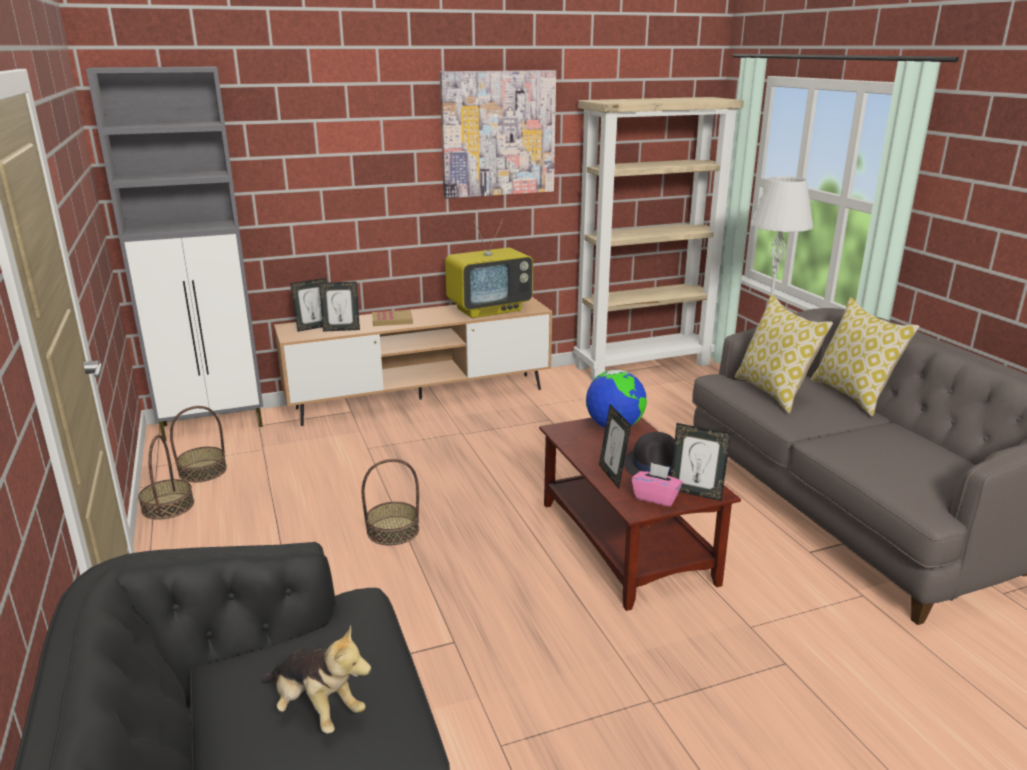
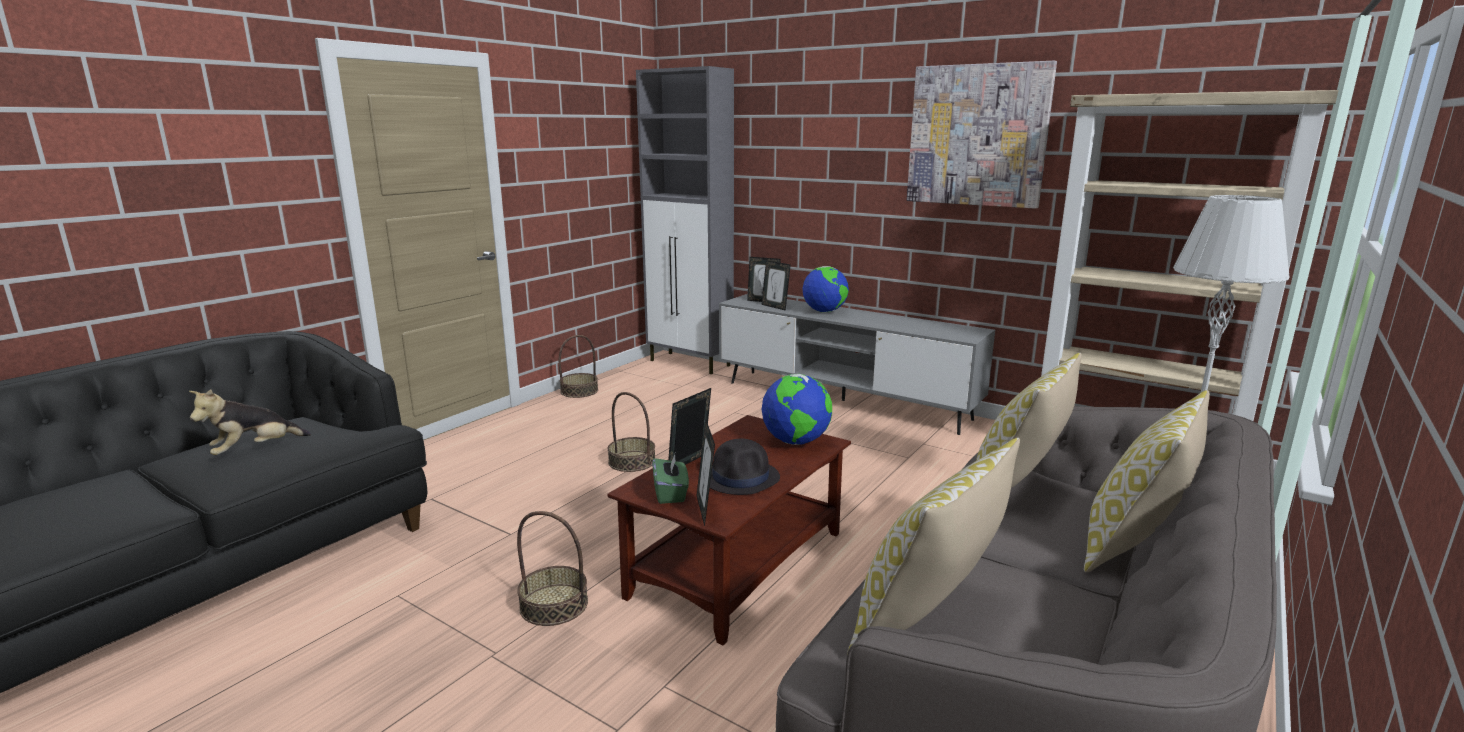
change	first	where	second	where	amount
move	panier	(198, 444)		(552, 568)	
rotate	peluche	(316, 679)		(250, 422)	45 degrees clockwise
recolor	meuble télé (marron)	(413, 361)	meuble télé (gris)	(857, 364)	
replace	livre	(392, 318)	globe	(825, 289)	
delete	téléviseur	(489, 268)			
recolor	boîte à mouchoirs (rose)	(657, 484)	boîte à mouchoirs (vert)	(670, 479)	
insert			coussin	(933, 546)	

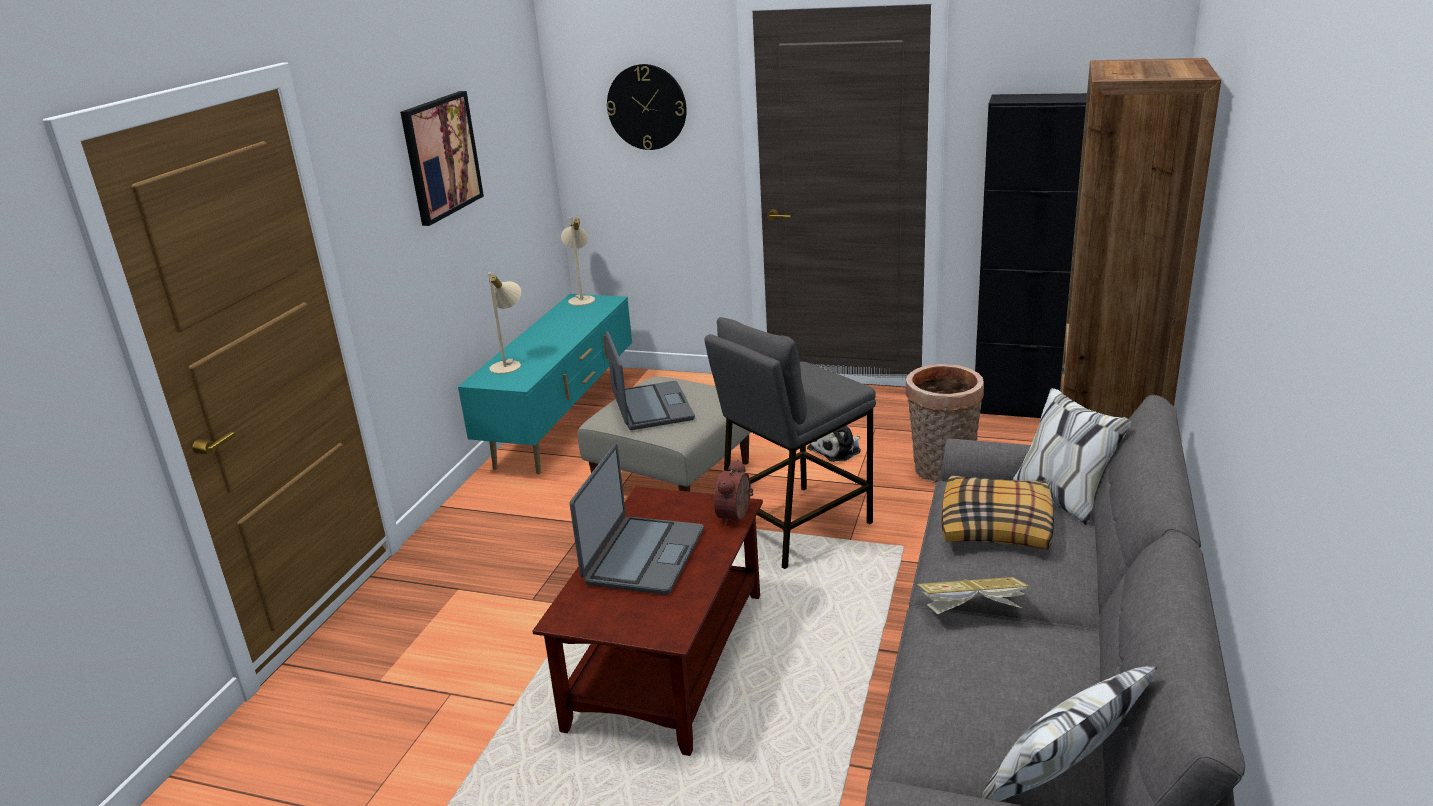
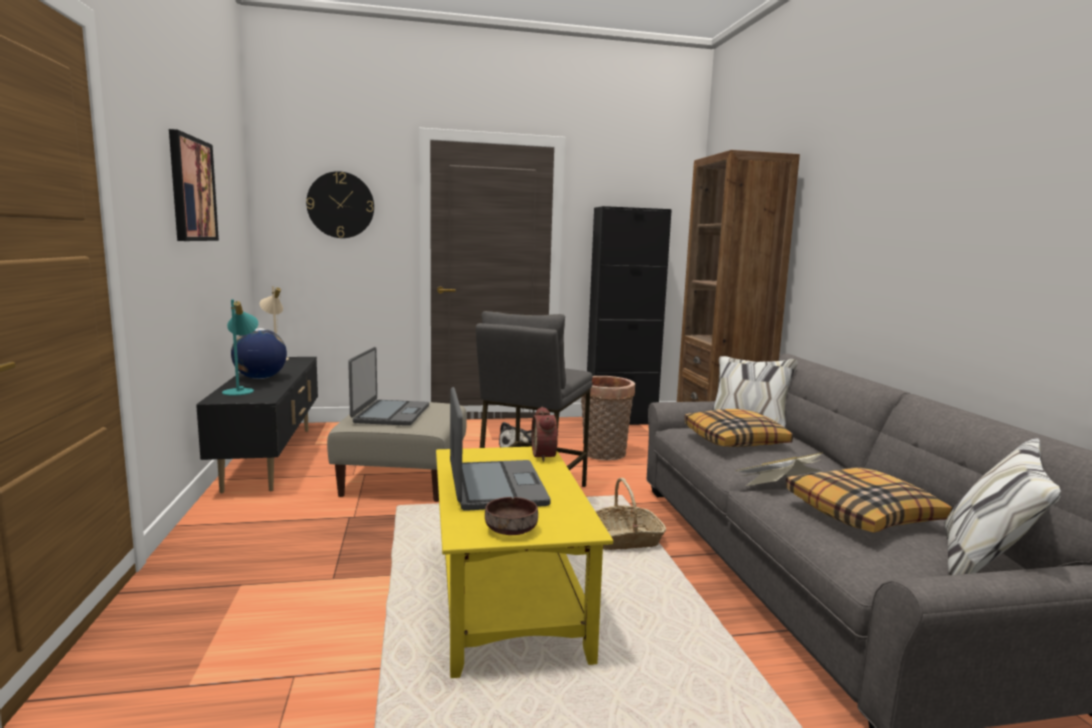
change	first	where	second	where	amount
recolor	meuble télé (turquoise)	(545, 384)	meuble télé (noir)	(257, 425)	
recolor	lampe de table (beige)	(504, 323)	lampe de table (turquoise)	(240, 347)	
recolor	table basse (marron)	(648, 621)	table basse (jaune)	(524, 562)	
rotate	ordinateur portable	(650, 380)		(388, 386)	45 degrees clockwise
insert			globe	(259, 353)	
insert			bol (marron)	(511, 516)	
insert			panier	(630, 514)	
insert			coussin	(869, 500)	

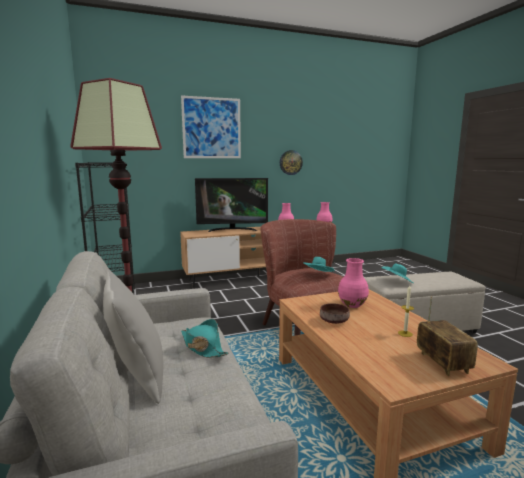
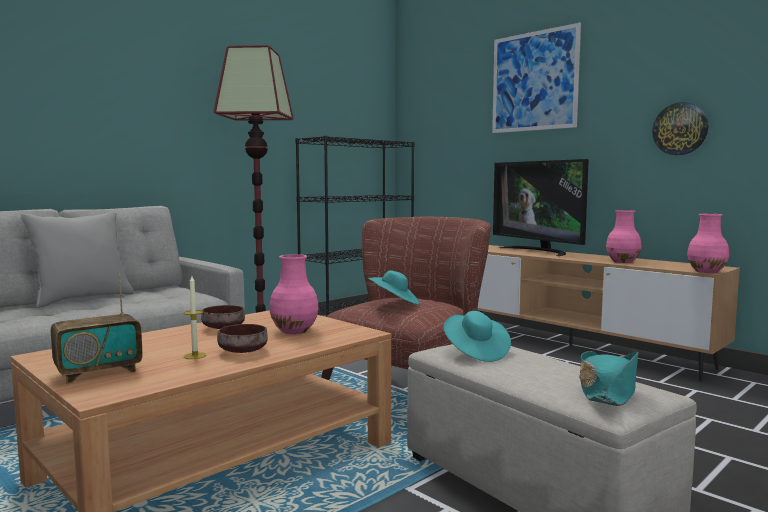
change	first	where	second	where	amount
move	chapeau (turquoise)	(205, 338)		(608, 378)	
insert			bol (marron)	(242, 338)	

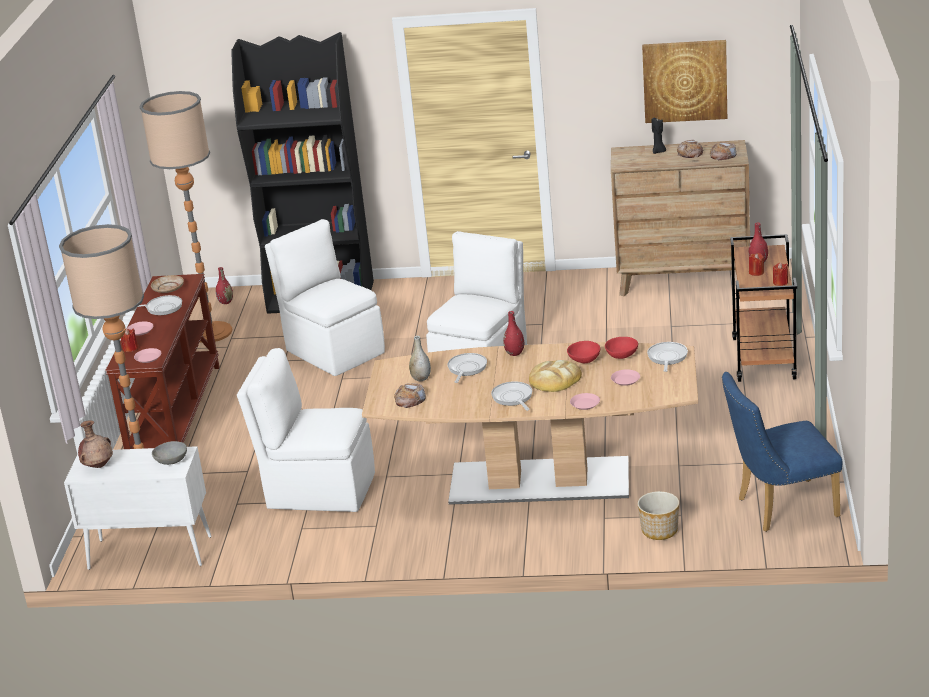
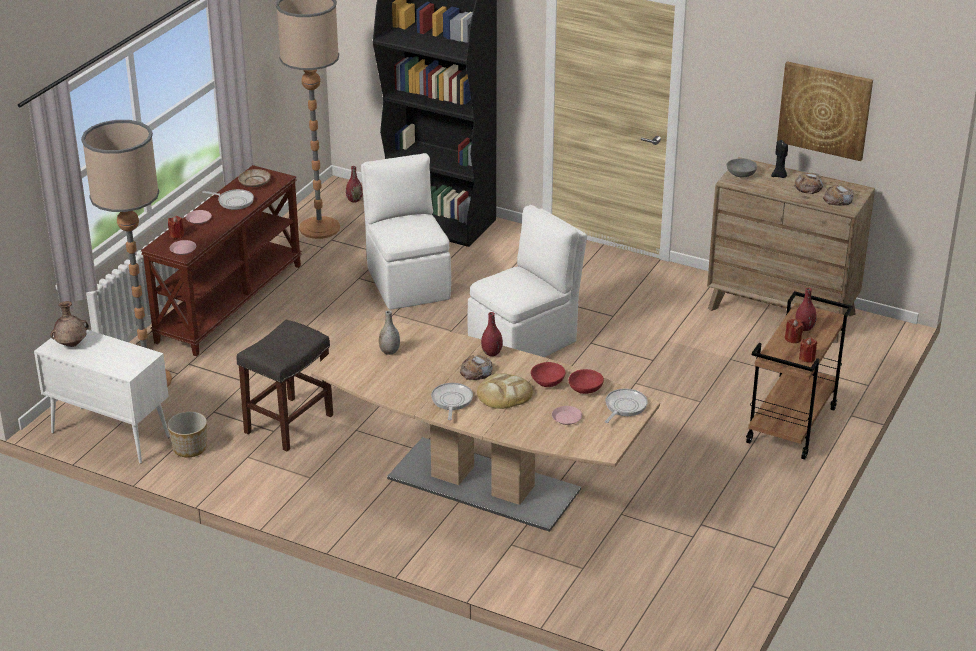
change	first	where	second	where	amount
move	bol (gris)	(169, 453)		(742, 168)	
replace	chaise (blanc)	(306, 430)	tabouret (gris)	(284, 385)	
move	pain	(410, 395)		(476, 367)	
delete	poêle	(467, 368)			
delete	assiette (rose)	(585, 401)			
move	cache-pot	(658, 515)		(187, 434)	
delete	chaise (bleu)	(782, 452)			

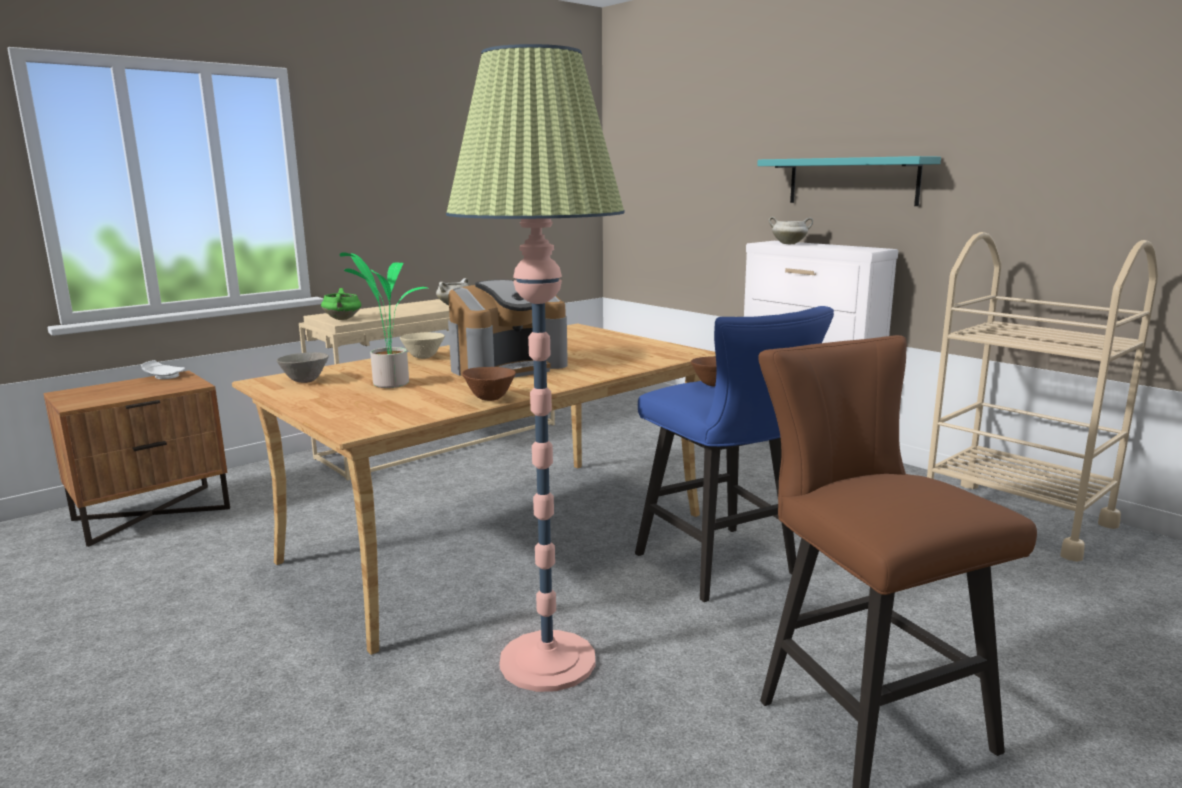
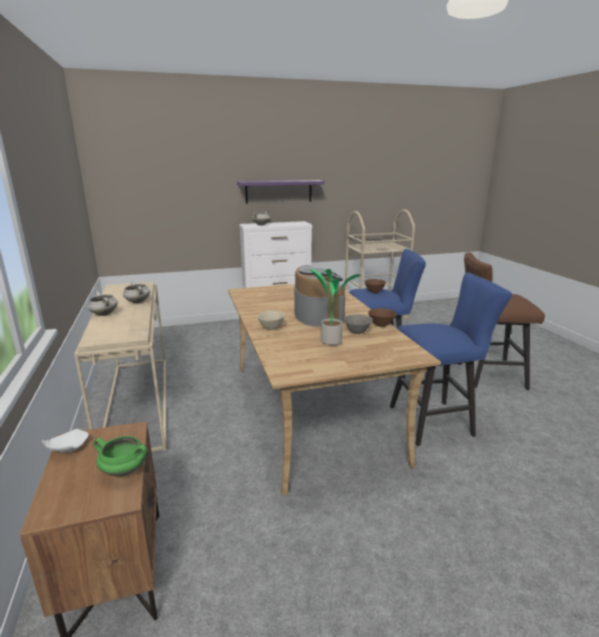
change	first	where	second	where	amount
move	bol (gris)	(302, 367)		(358, 324)	
move	marmite (vert)	(341, 304)		(120, 456)	
replace	lampadaire	(535, 368)	tabouret (bleu)	(451, 359)	
recolor	étagère (turquoise)	(849, 181)	étagère (violet)	(281, 192)	
insert			marmite (blanc)	(102, 303)	

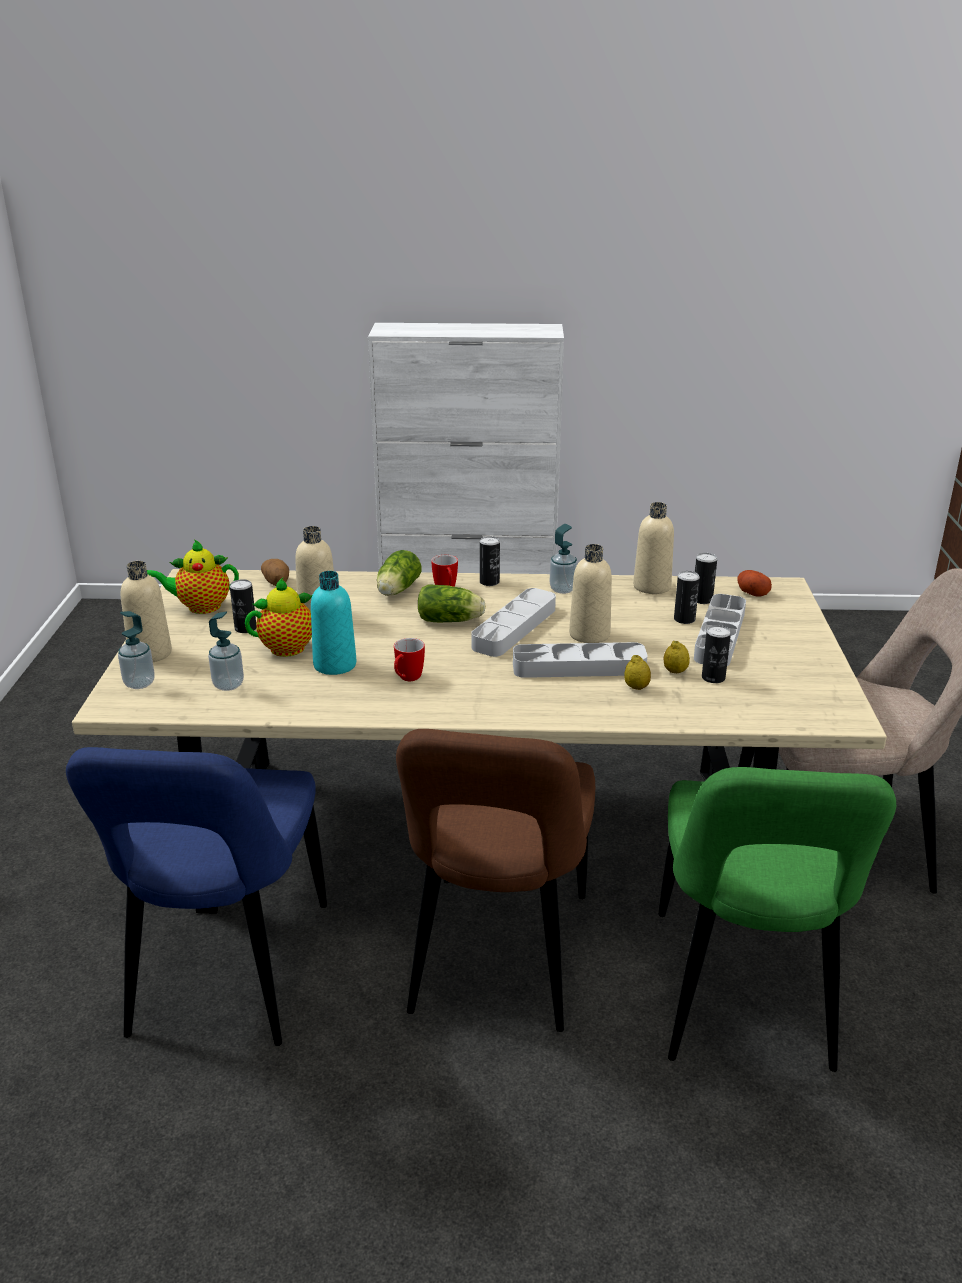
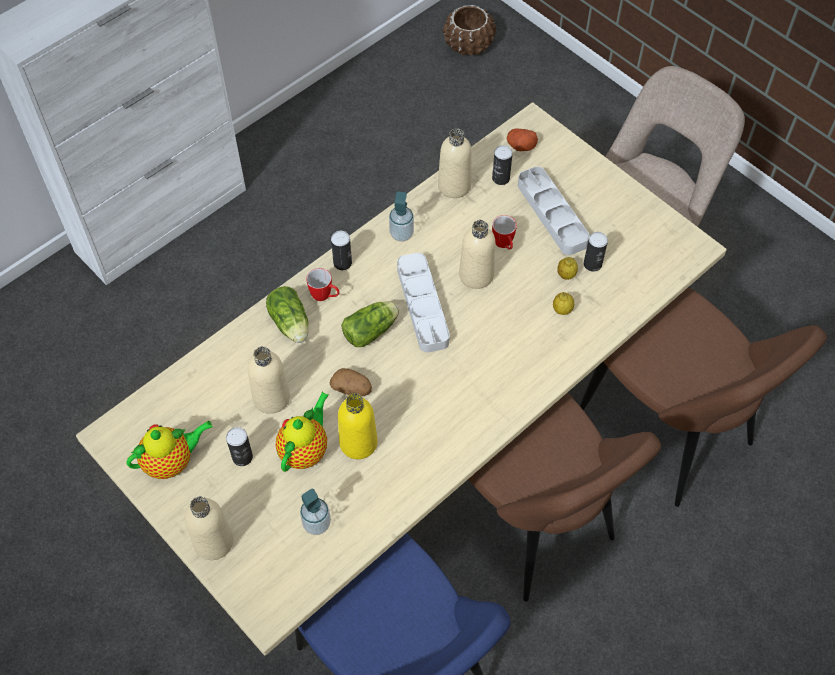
change	first	where	second	where	amount
delete	distributeur de savon	(136, 650)			
rotate	théière	(193, 576)		(170, 450)	150 degrees counterclockwise
move	pomme de terre	(275, 572)		(351, 382)	
recolor	bouteille (turquoise)	(333, 623)	bouteille (jaune)	(358, 426)	
move	mug	(409, 659)		(504, 232)	
delete	plateau (gris)	(580, 660)			
recolor	chaise (vert)	(777, 919)	chaise (marron)	(703, 397)	
delete	boîte métallique	(687, 597)			
insert			cache-pot (marron)	(469, 30)	

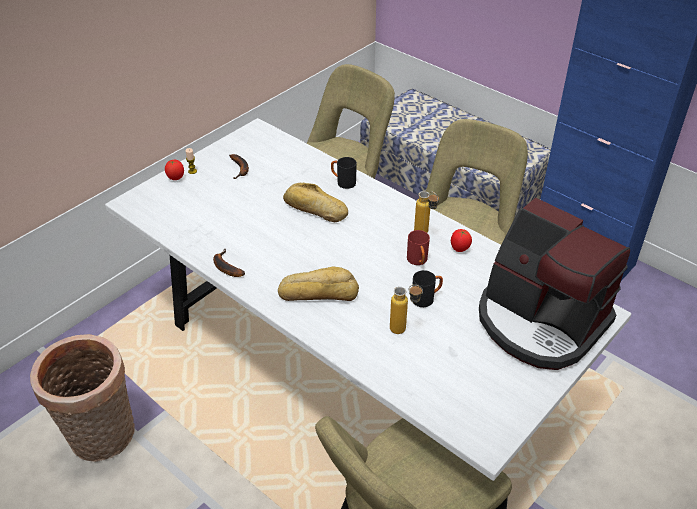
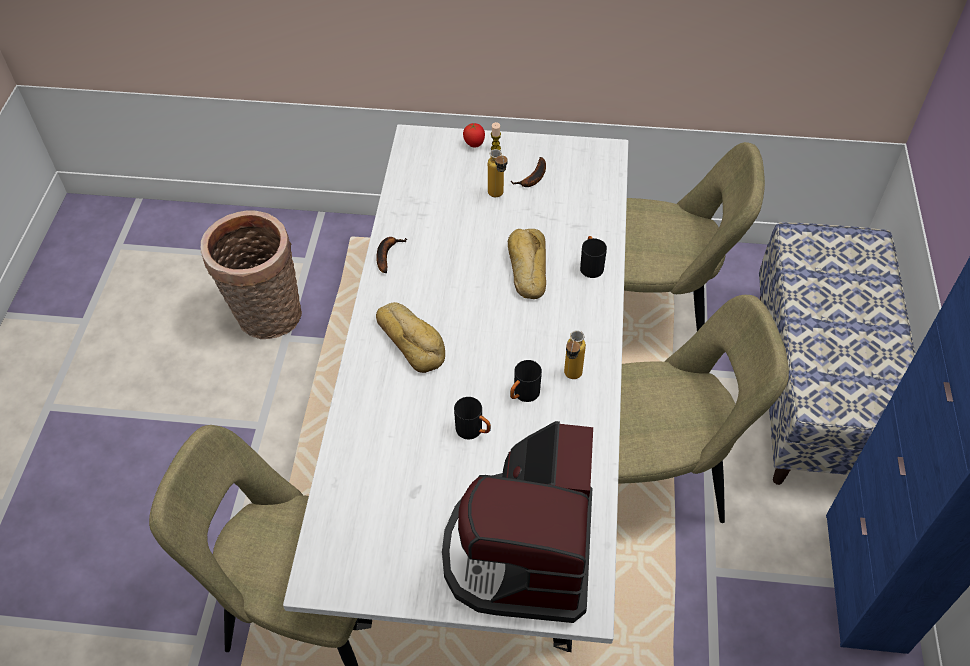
change	first	where	second	where	amount
move	bouteille	(406, 309)		(497, 173)	
recolor	mug (rouge)	(418, 247)	mug (noir)	(526, 381)	
delete	tomate	(461, 240)			

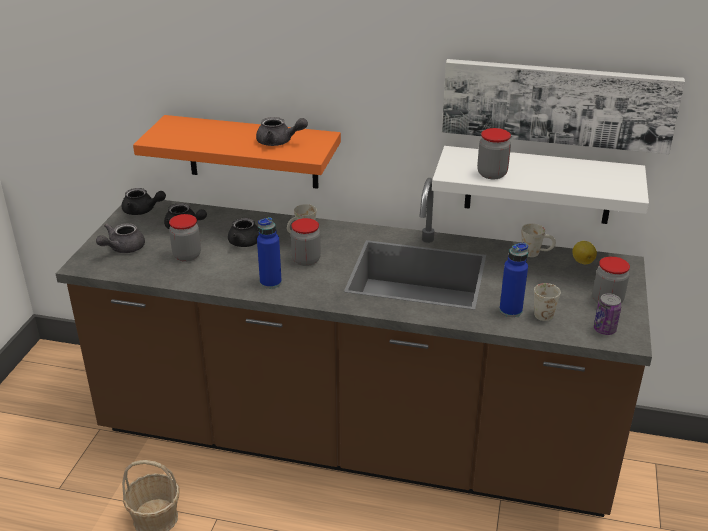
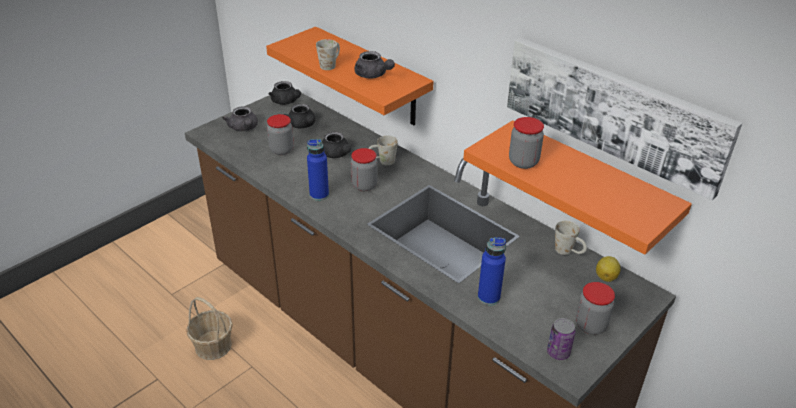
change	first	where	second	where	amount
rotate	théière (gris)	(120, 238)		(240, 118)	90 degrees counterclockwise
recolor	étagère (blanc)	(540, 185)	étagère (orange)	(577, 187)	
move	mug (blanc)	(547, 302)		(328, 54)	

